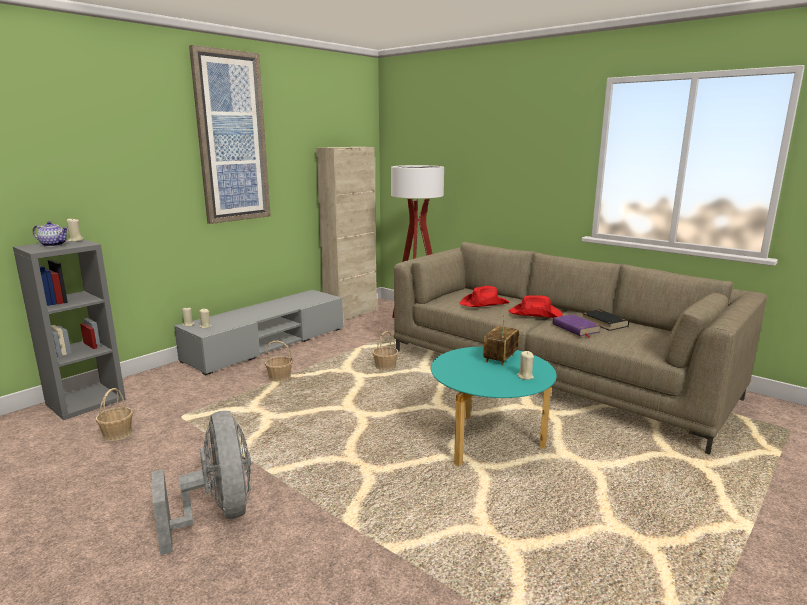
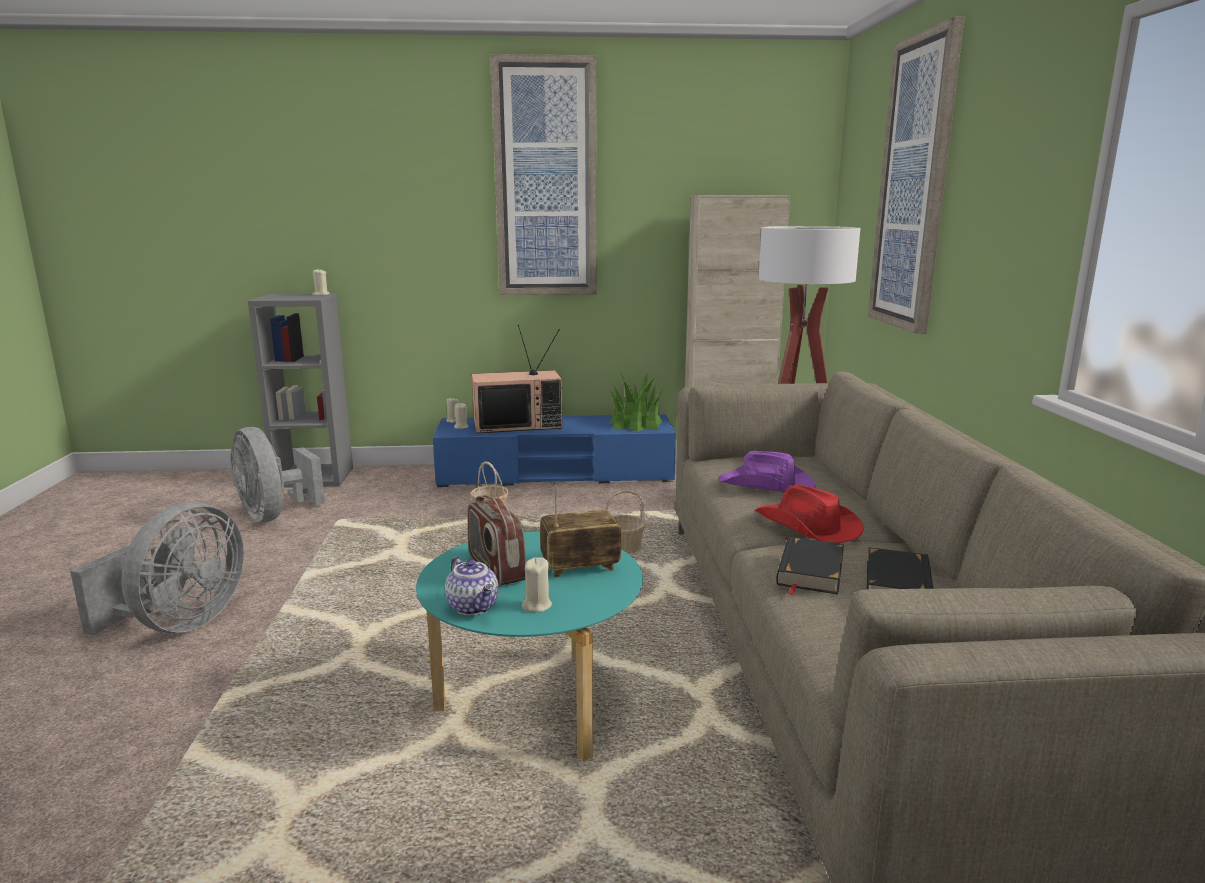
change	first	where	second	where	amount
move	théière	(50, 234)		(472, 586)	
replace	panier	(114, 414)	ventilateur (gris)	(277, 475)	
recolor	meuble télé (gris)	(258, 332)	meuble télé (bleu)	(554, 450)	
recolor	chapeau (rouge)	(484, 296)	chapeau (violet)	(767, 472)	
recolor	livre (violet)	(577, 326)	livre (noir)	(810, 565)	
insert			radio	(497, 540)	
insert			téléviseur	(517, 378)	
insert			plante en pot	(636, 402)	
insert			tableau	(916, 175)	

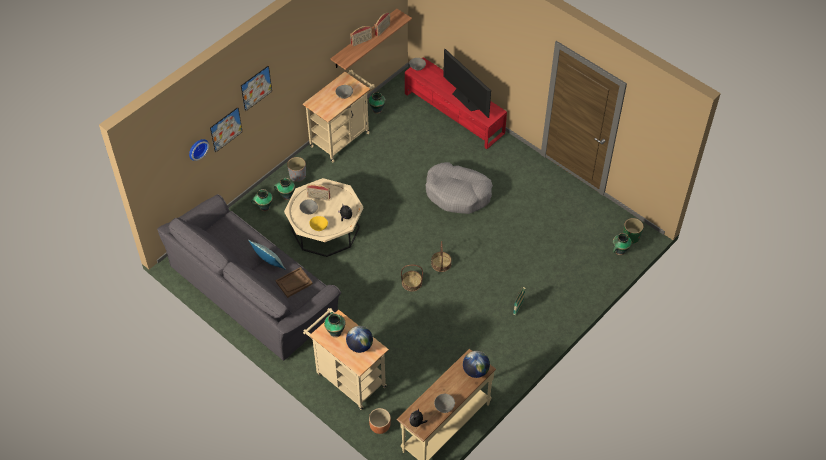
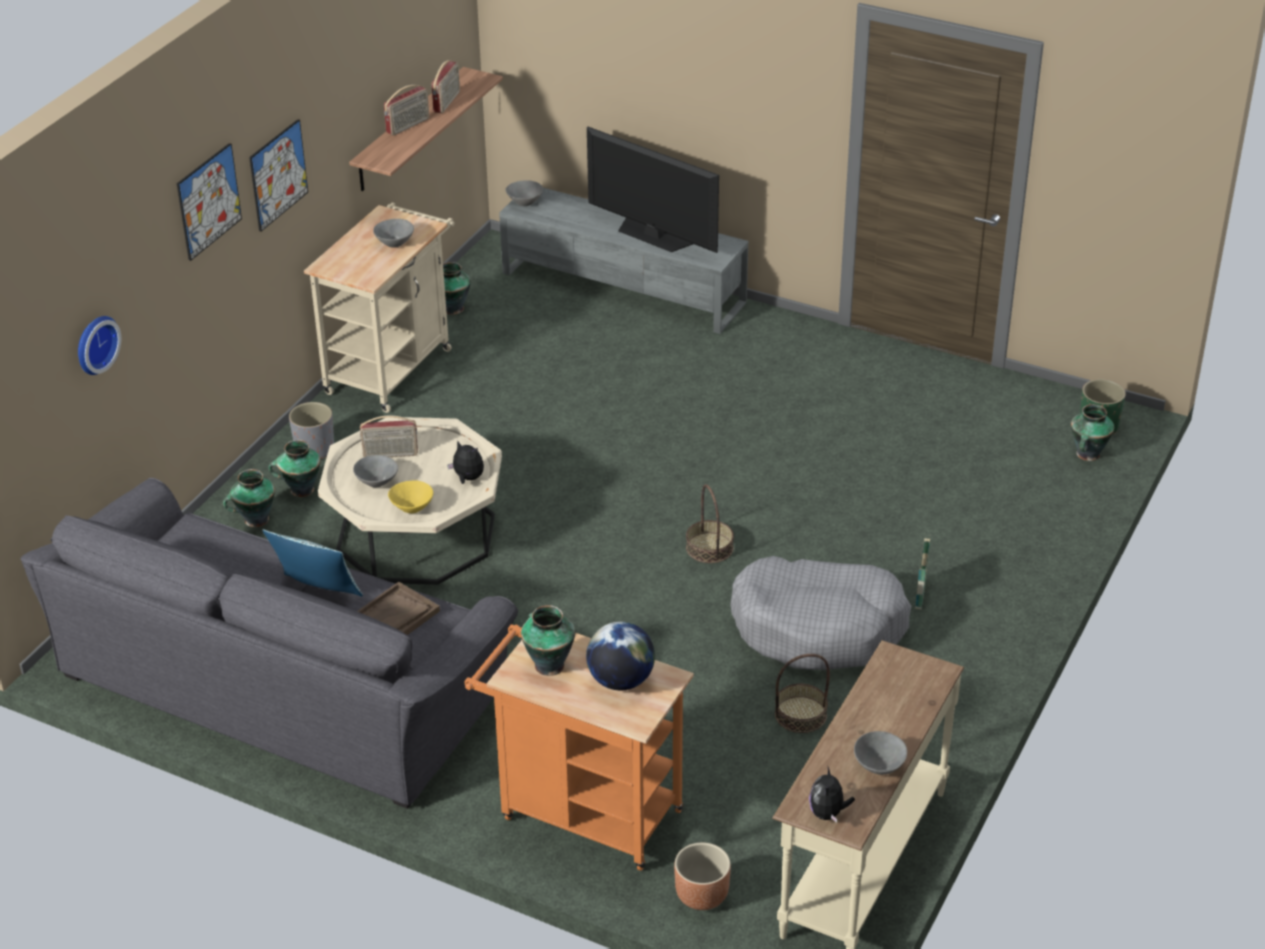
change	first	where	second	where	amount
move	tableau	(226, 130)		(278, 175)	
recolor	chariot (beige)	(346, 359)	chariot (orange)	(579, 747)	
move	panier	(412, 278)		(802, 693)	
recolor	meuble télé (rouge)	(456, 103)	meuble télé (gris)	(623, 261)	
move	panier pour chien (gris)	(459, 188)		(820, 613)	
delete	globe	(476, 364)			

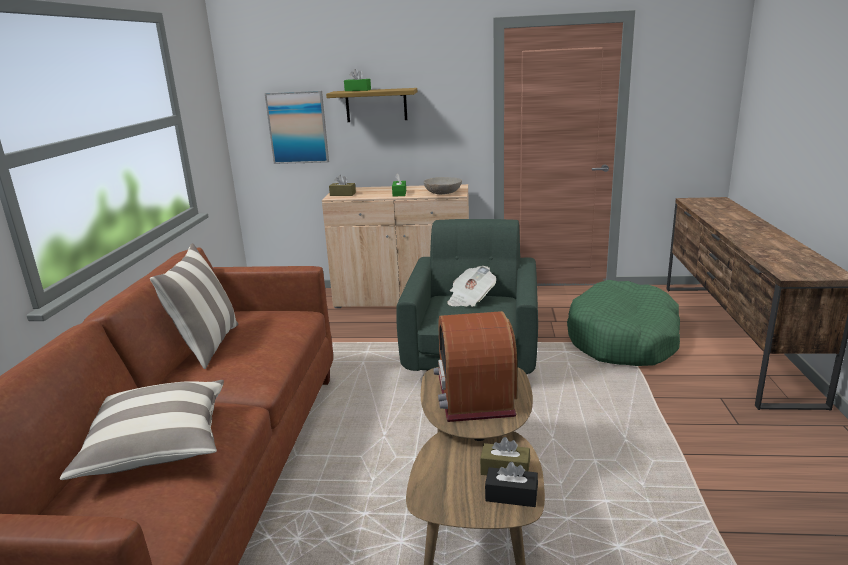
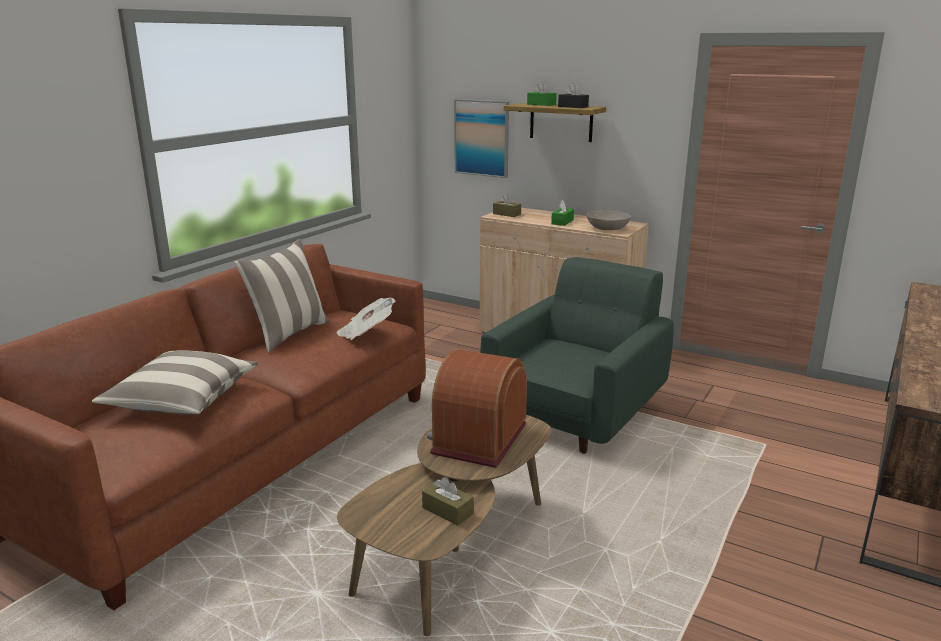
change	first	where	second	where	amount
move	journal	(471, 286)		(365, 319)	
move	boîte à mouchoirs (noir)	(511, 484)		(573, 95)	
delete	panier pour chien (vert)	(623, 323)			

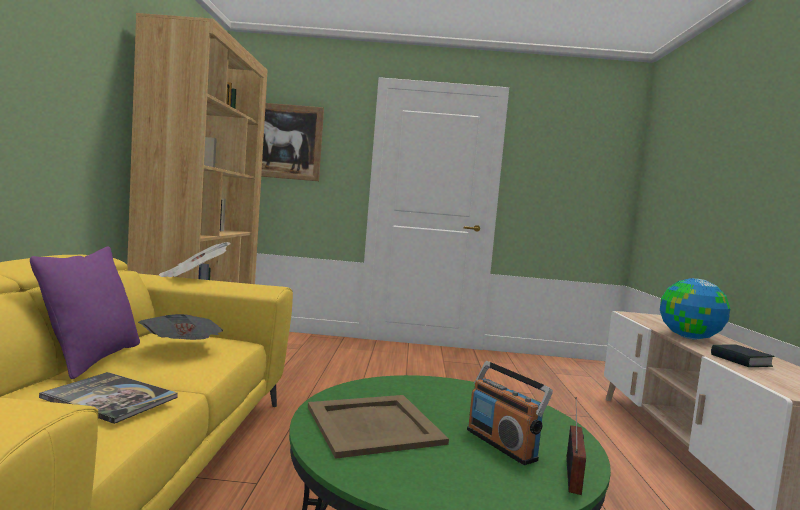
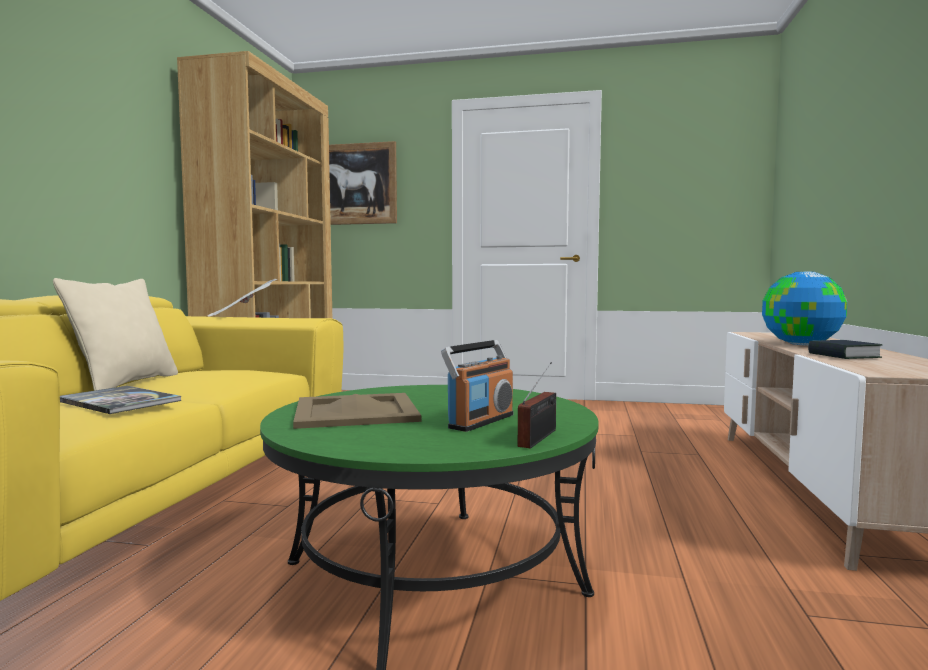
change	first	where	second	where	amount
recolor	coussin (violet)	(85, 312)	coussin (beige)	(115, 334)	
delete	journal	(180, 327)			
rotate	radio	(510, 413)		(477, 386)	120 degrees counterclockwise

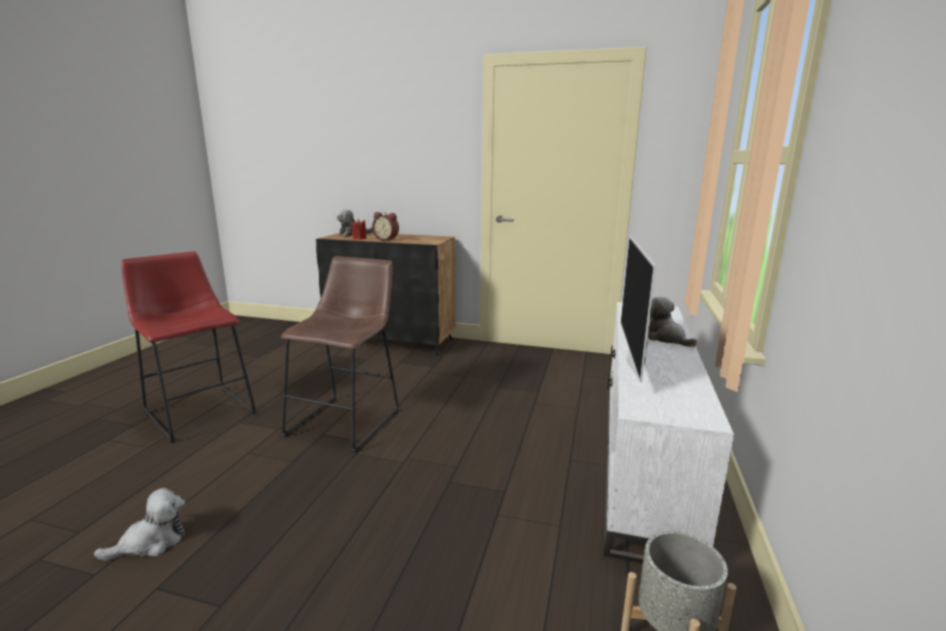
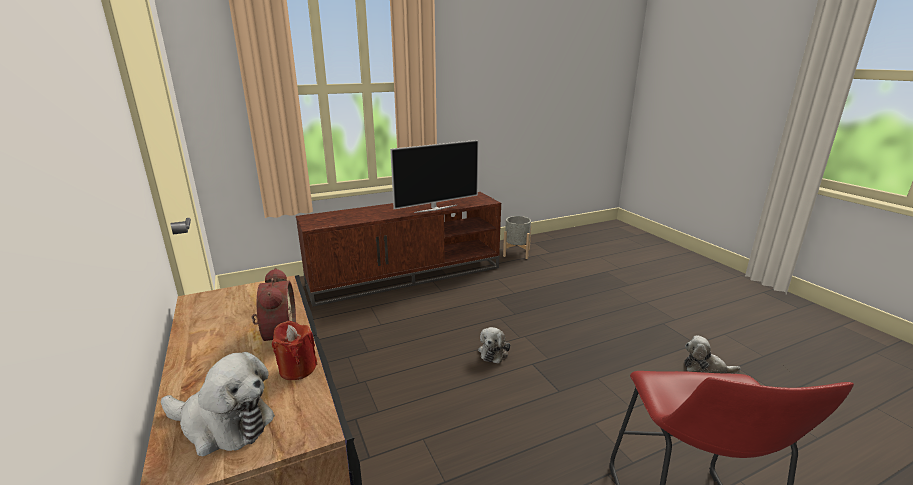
change	first	where	second	where	amount
delete	tabouret (marron)	(340, 354)			
recolor	meuble télé (blanc)	(669, 432)	meuble télé (marron)	(398, 249)	
move	peluche	(672, 321)		(494, 345)	

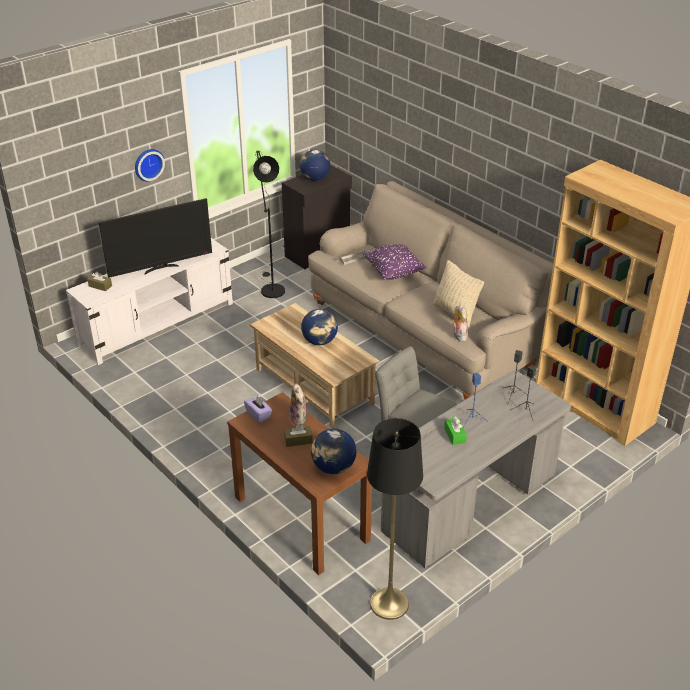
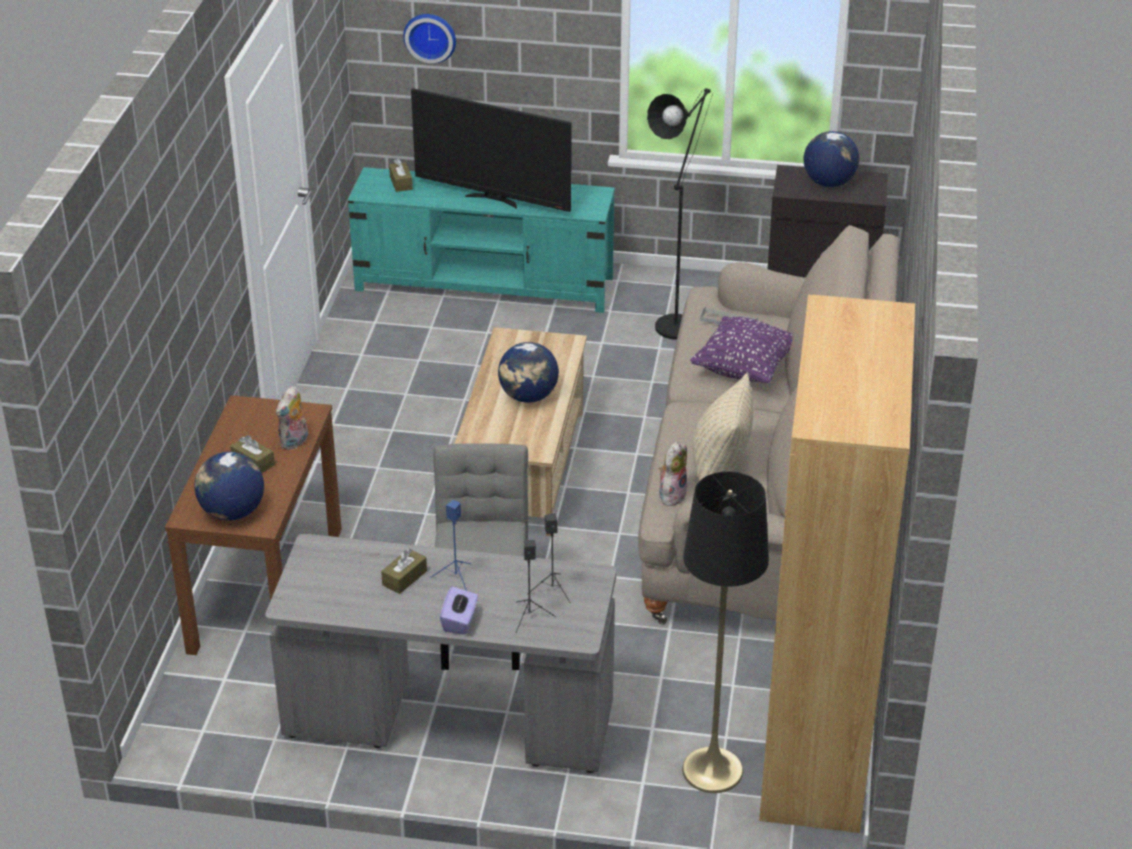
change	first	where	second	where	amount
recolor	meuble télé (blanc)	(149, 301)	meuble télé (turquoise)	(481, 240)	
move	horloge murale	(150, 165)		(429, 38)	
move	boîte à mouchoirs (violet)	(258, 409)		(459, 610)	
move	lampadaire (noir)	(395, 519)		(725, 632)	
recolor	boîte à mouchoirs (vert)	(455, 430)	boîte à mouchoirs (marron)	(404, 571)	

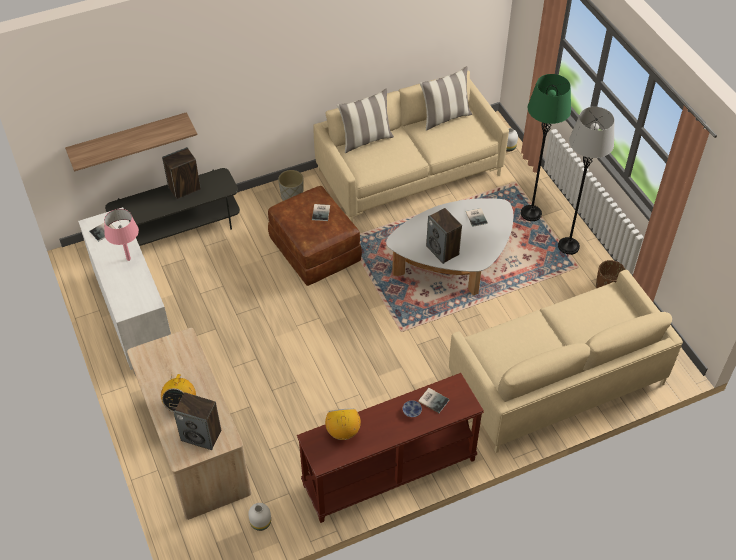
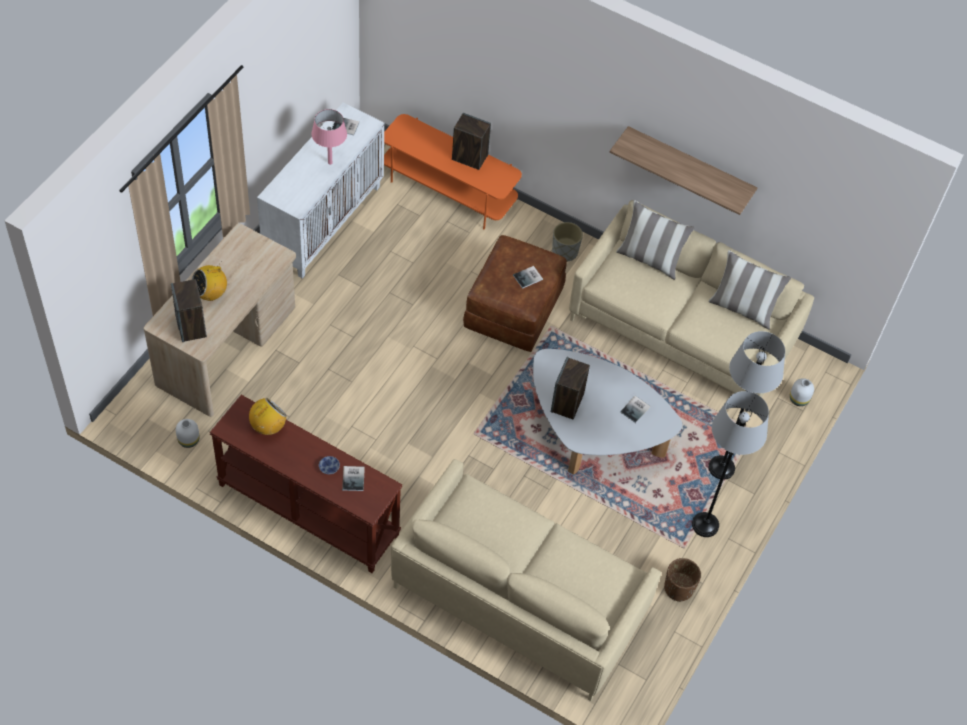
change	first	where	second	where	amount
move	étagère	(131, 141)		(683, 170)	
recolor	meuble télé (gris)	(172, 207)	meuble télé (orange)	(453, 171)	
recolor	lampadaire (vert)	(546, 147)	lampadaire (gris)	(746, 405)	

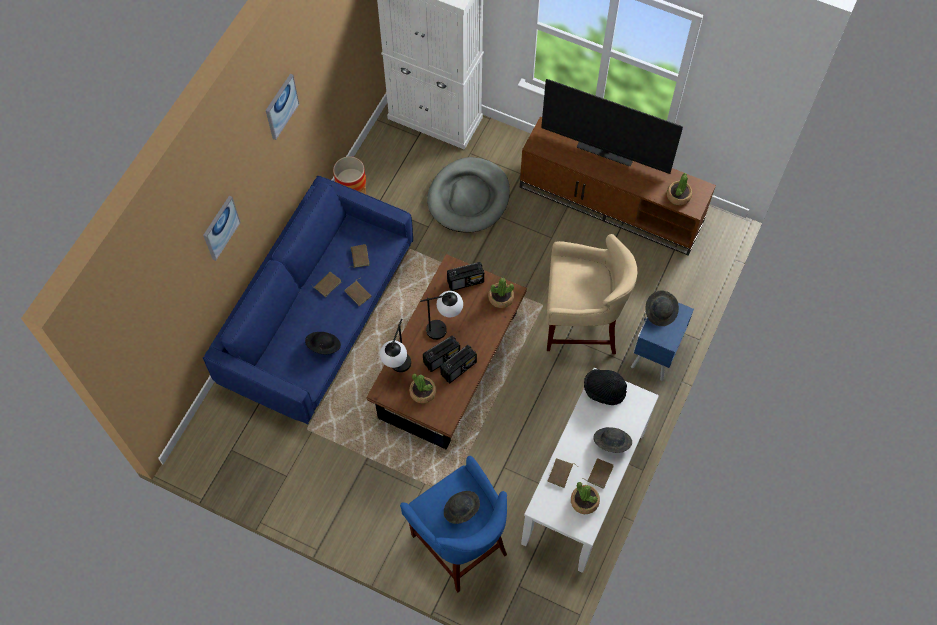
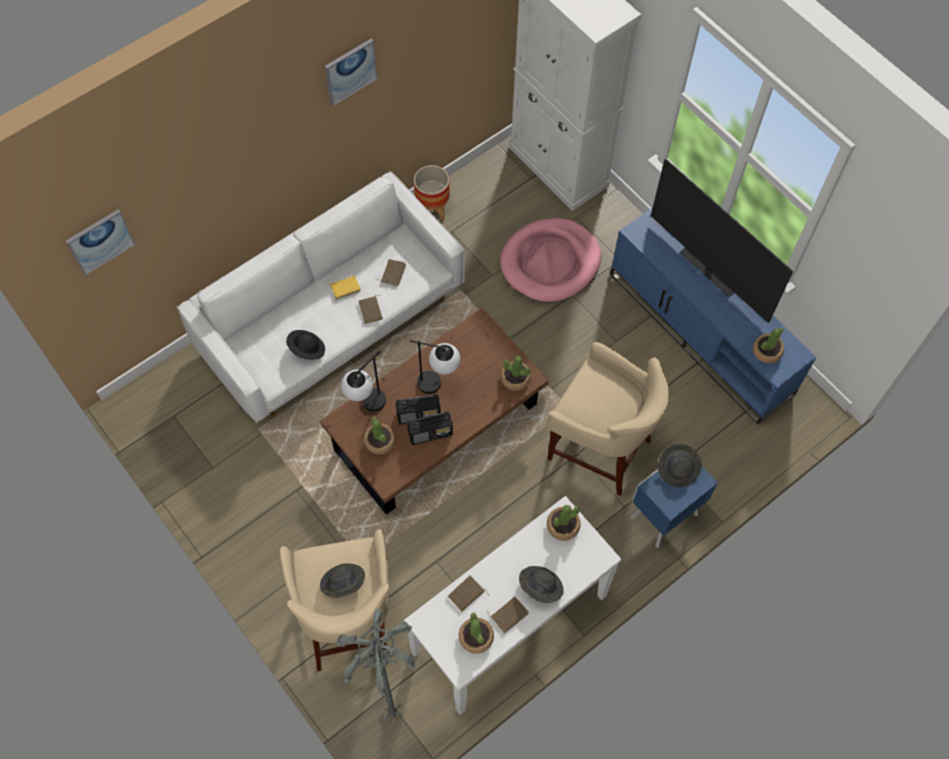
change	first	where	second	where	amount
recolor	canapé (bleu)	(308, 300)	canapé (blanc)	(321, 297)	
move	tableau	(222, 228)		(100, 242)	
recolor	livre (marron)	(326, 284)	livre (jaune)	(344, 288)	
recolor	tabouret (bleu)	(453, 524)	tabouret (beige)	(335, 600)	
recolor	panier pour chien (gris)	(468, 195)	panier pour chien (rose)	(550, 260)	
delete	radio	(465, 276)			
recolor	meuble télé (marron)	(618, 186)	meuble télé (bleu)	(713, 316)	
replace	chapeau (noir)	(605, 387)	plante en pot	(564, 523)	
insert			lampadaire (gris)	(376, 665)	

